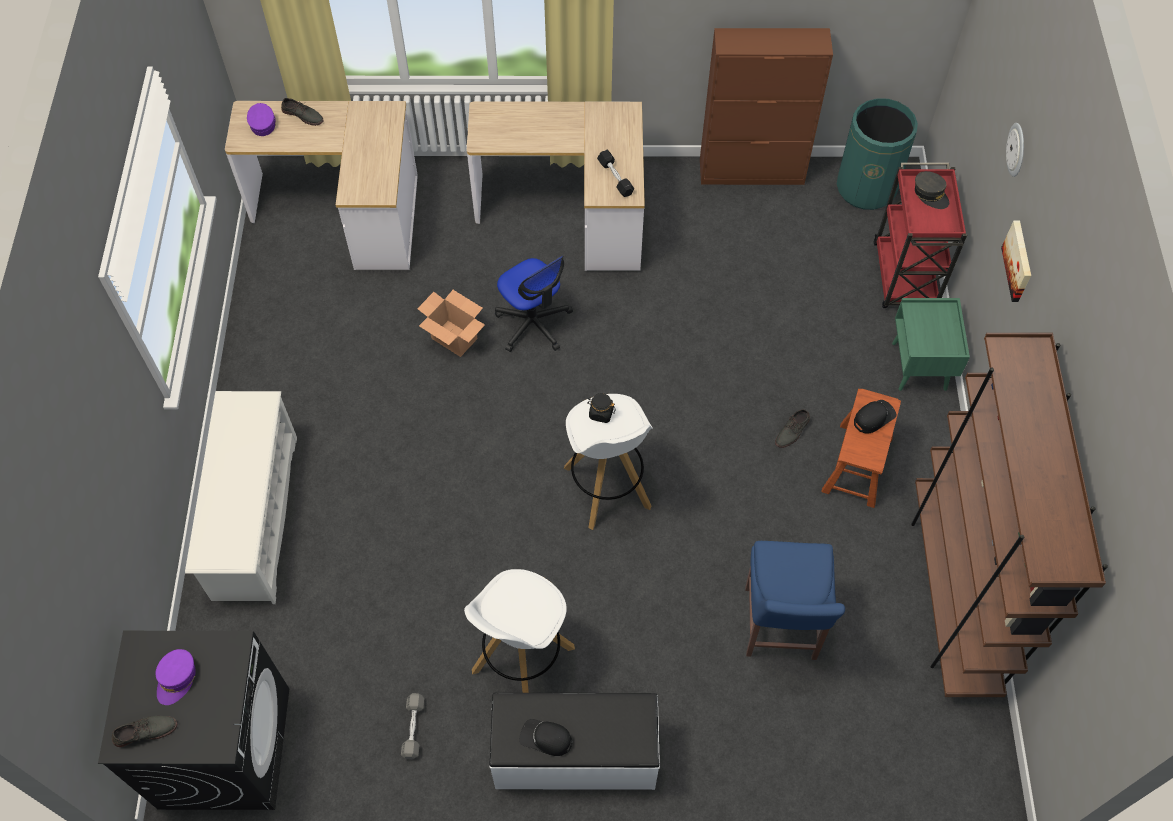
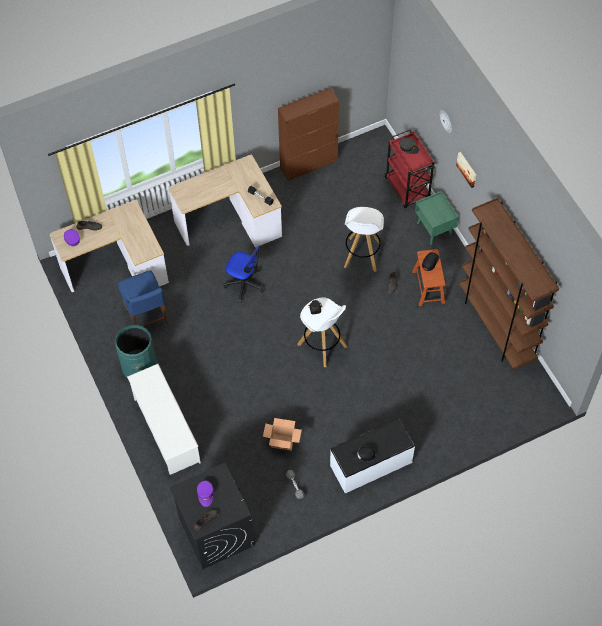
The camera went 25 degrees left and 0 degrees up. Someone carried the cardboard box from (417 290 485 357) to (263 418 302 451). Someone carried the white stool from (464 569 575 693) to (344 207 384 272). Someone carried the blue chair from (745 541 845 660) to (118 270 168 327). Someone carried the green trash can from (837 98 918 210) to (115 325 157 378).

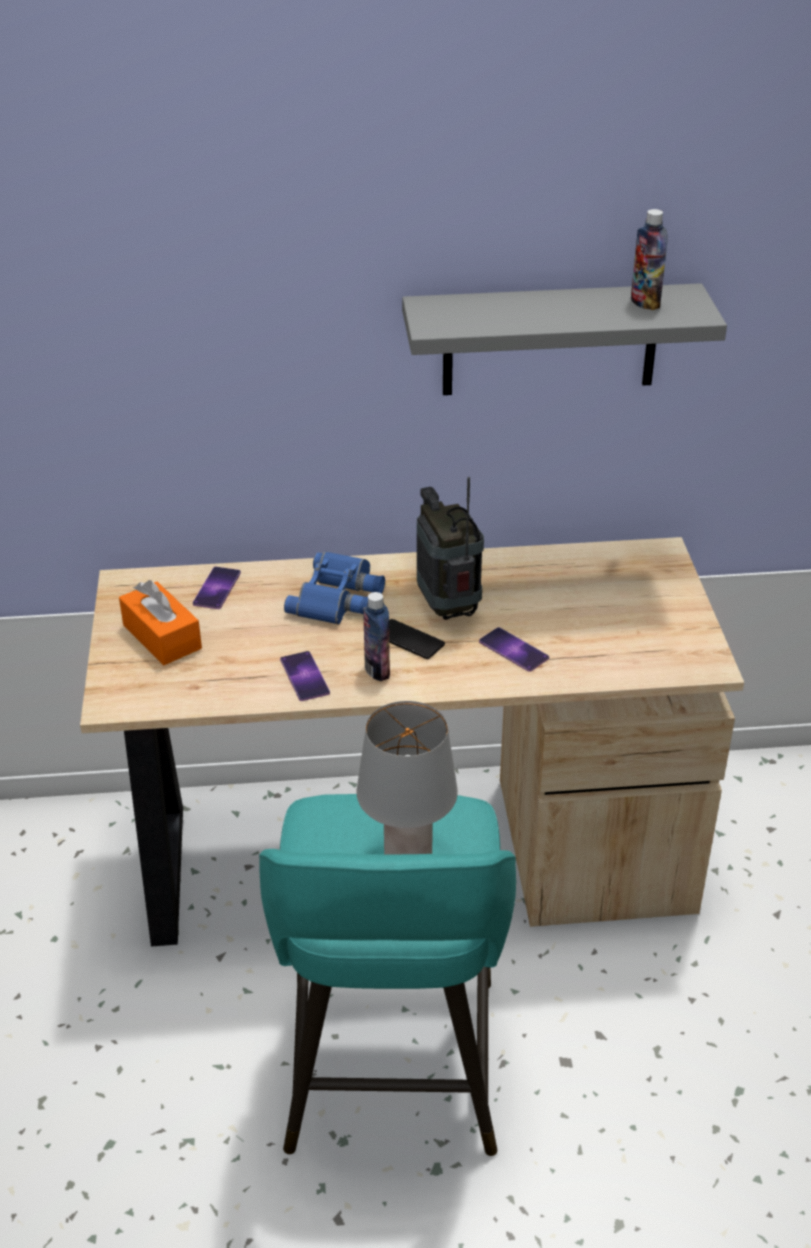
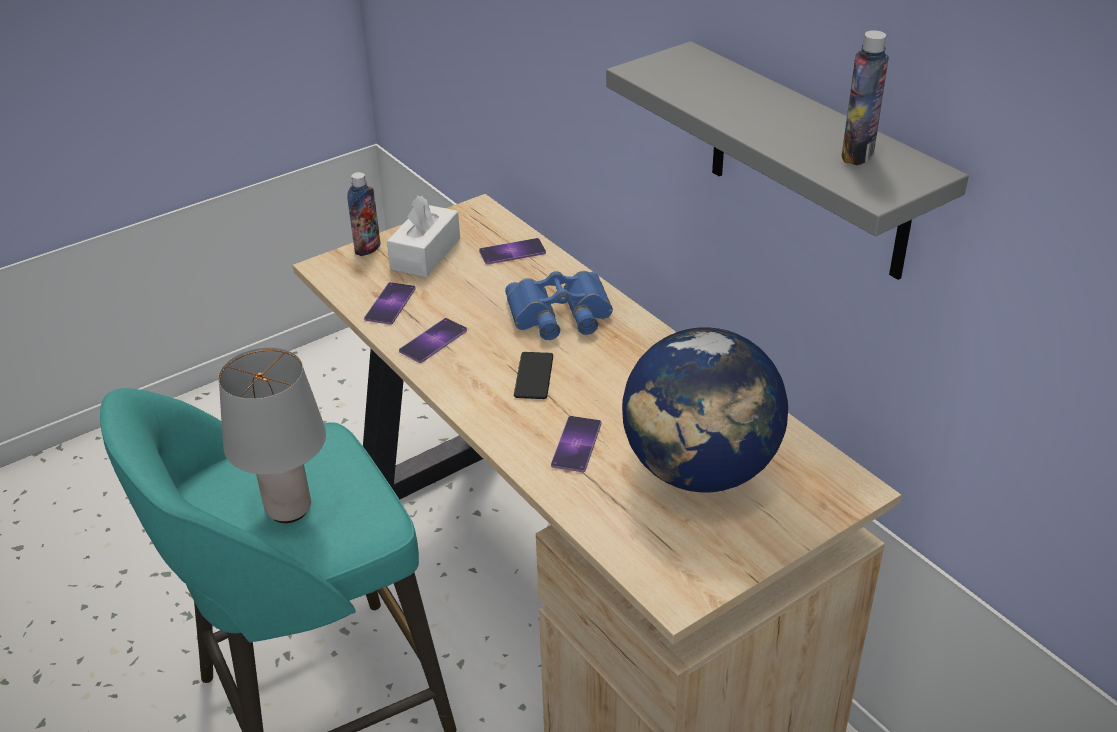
The camera went 60 degrees right and 0 degrees up. Someone repainted the orange tissue box at (119 580 202 665), which became the white tissue box at (387 195 460 277). Someone carried the bottle from (363 592 390 681) to (347 172 381 256). Someone took away the radio at (417 477 484 620). Someone put down the phone at (364 282 416 325). Someone put down the globe at (622 327 788 492).

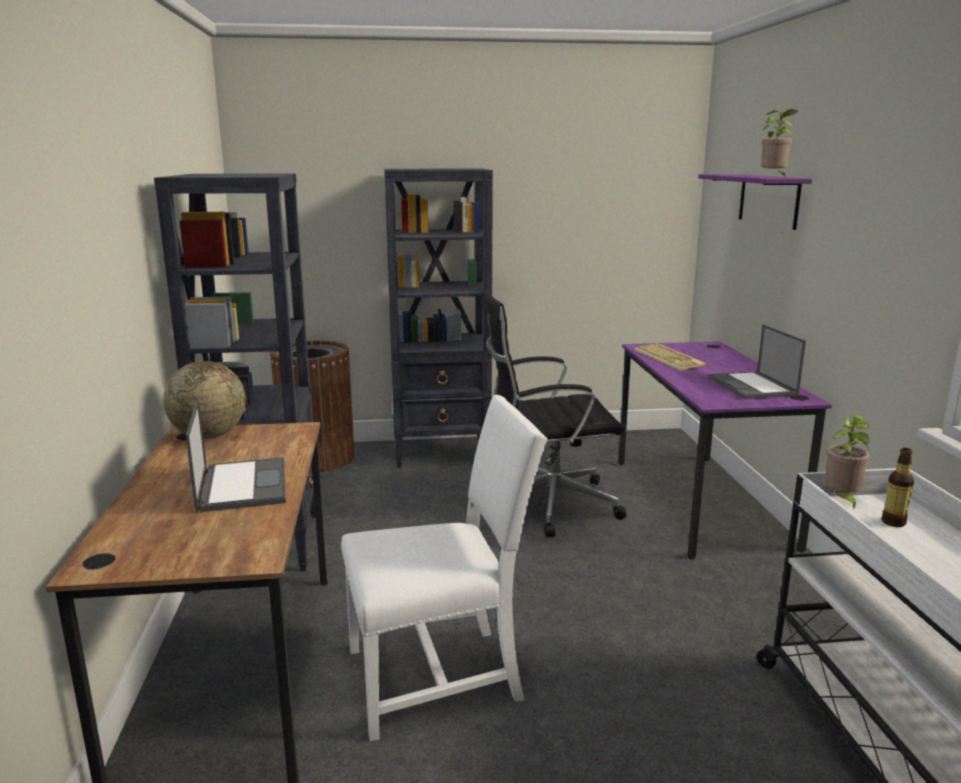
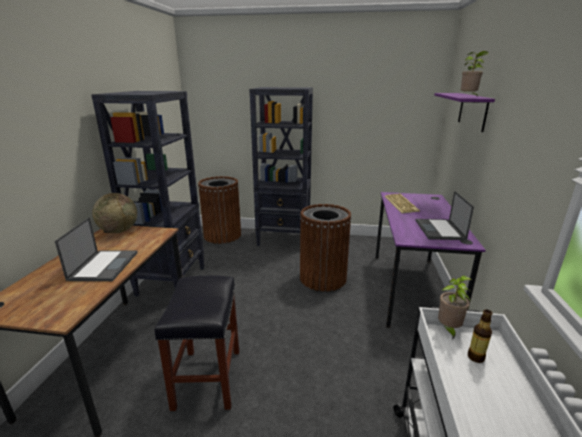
The camera went 15 degrees right and 5 degrees up. Someone swapped the white chair at (341 395 547 741) for the black stool at (155 276 239 411). Someone swapped the black office chair at (482 288 626 537) for the brown trash can at (300 204 351 292).

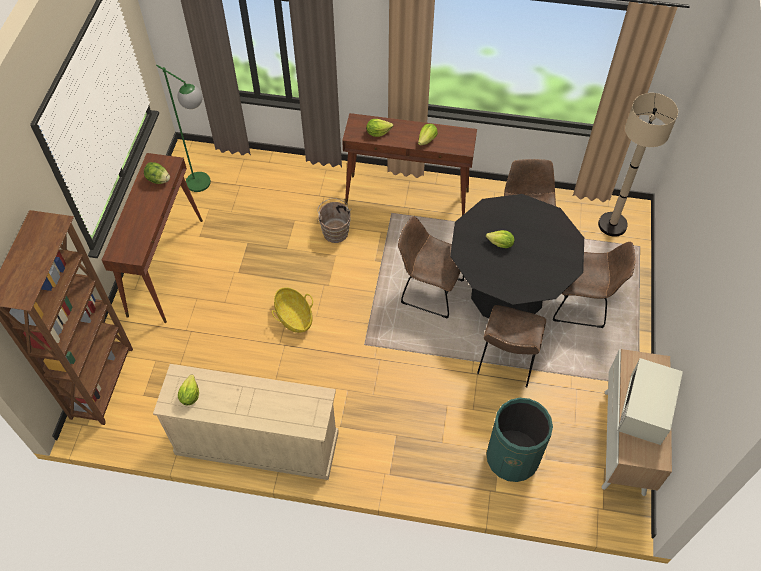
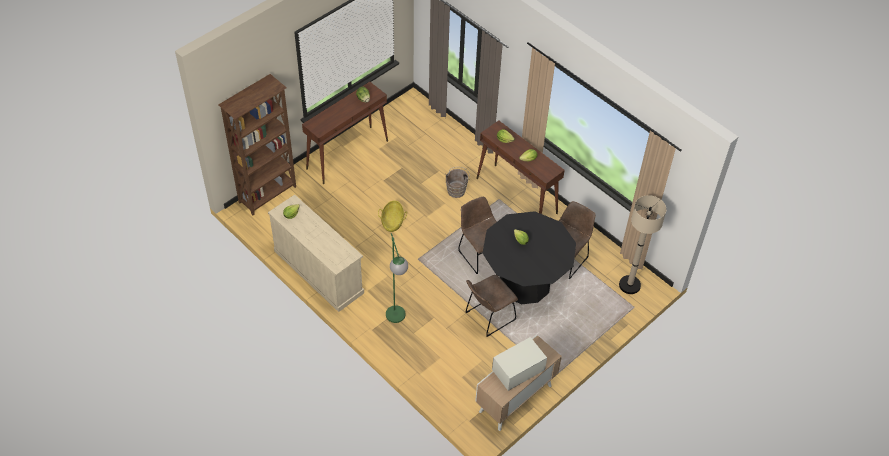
The camera went 35 degrees right and 5 degrees down. Someone carried the green floor lamp from (156 65 211 192) to (386 233 408 323). Someone took away the green trash can at (486 398 553 482). Someone took away the brown chair at (553 242 635 328).

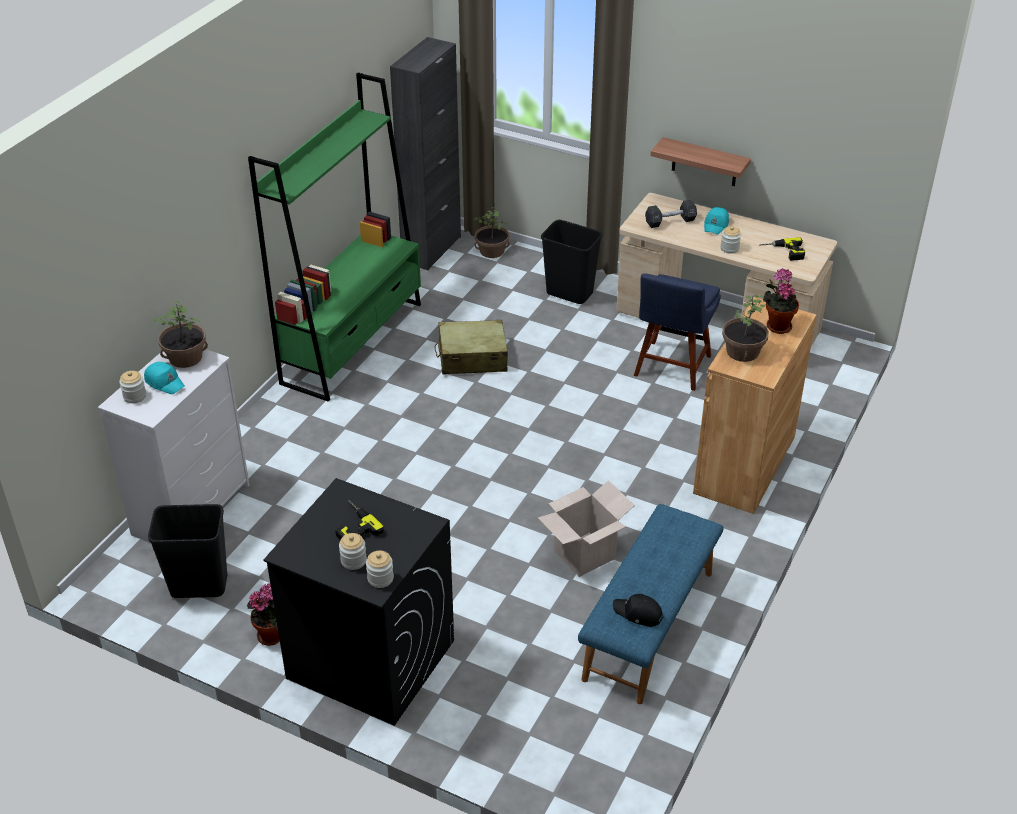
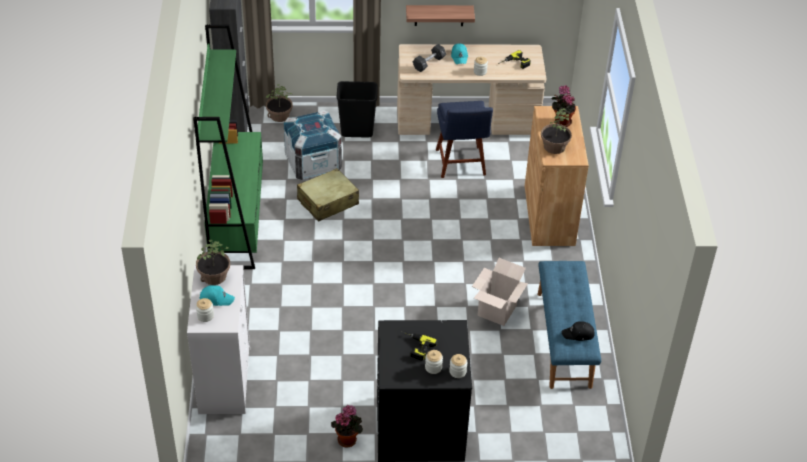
The camera went 30 degrees left and 5 degrees up. Someone took away the black trash can at (148 504 227 598). Someone put down the crate at (283 110 342 181).

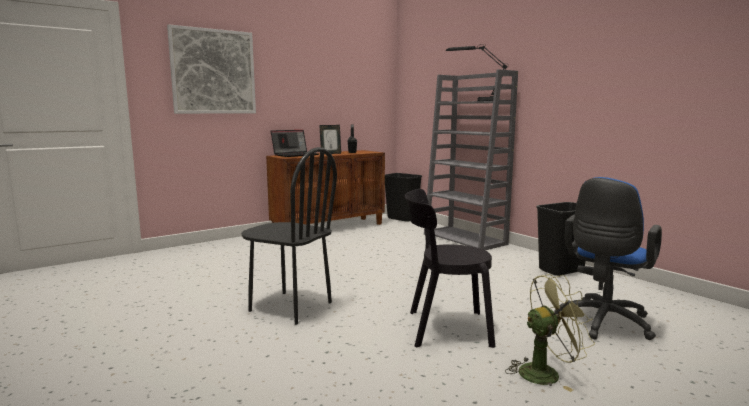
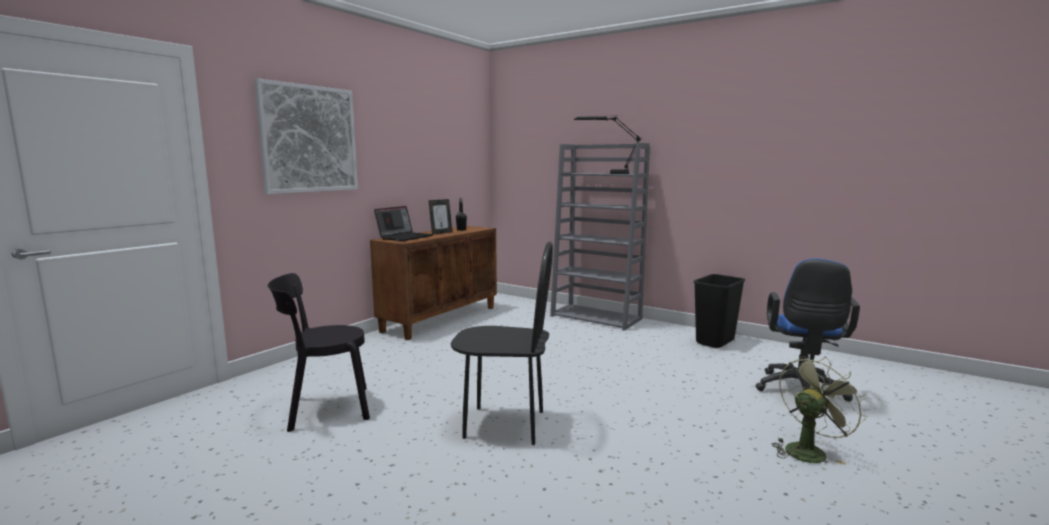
The camera went 20 degrees left and 0 degrees up. Someone took away the black trash can at (385 173 422 222). Someone carried the black chair from (405 189 495 348) to (268 273 370 432).

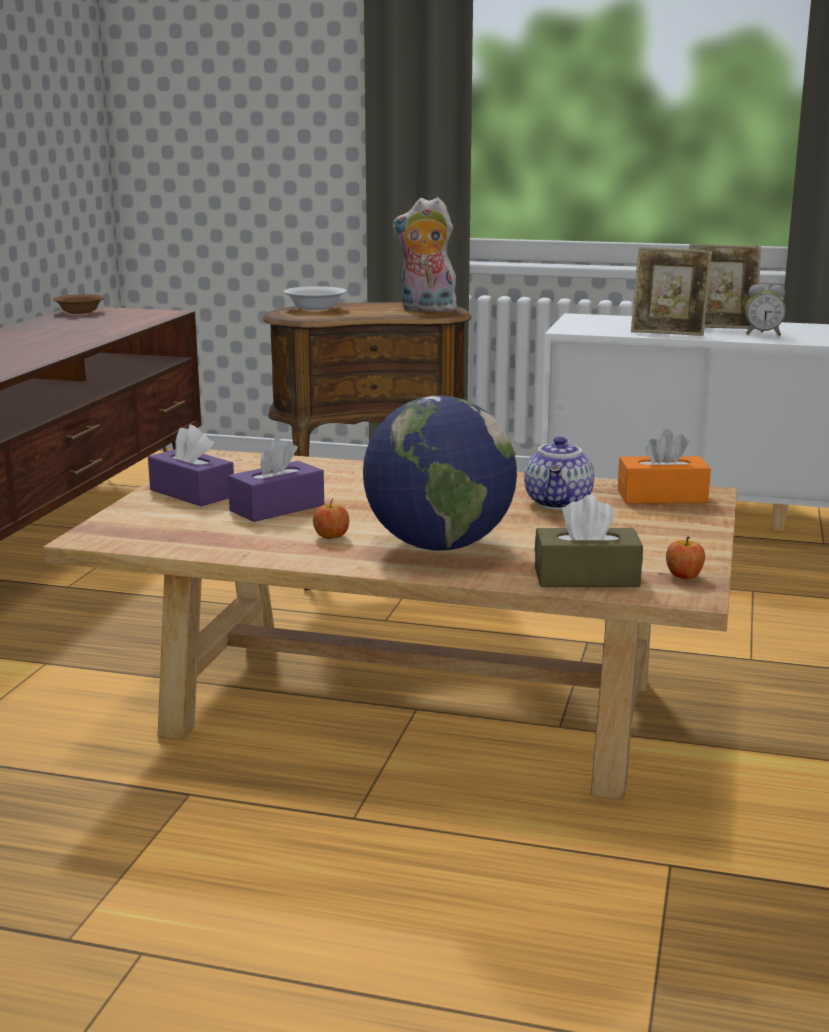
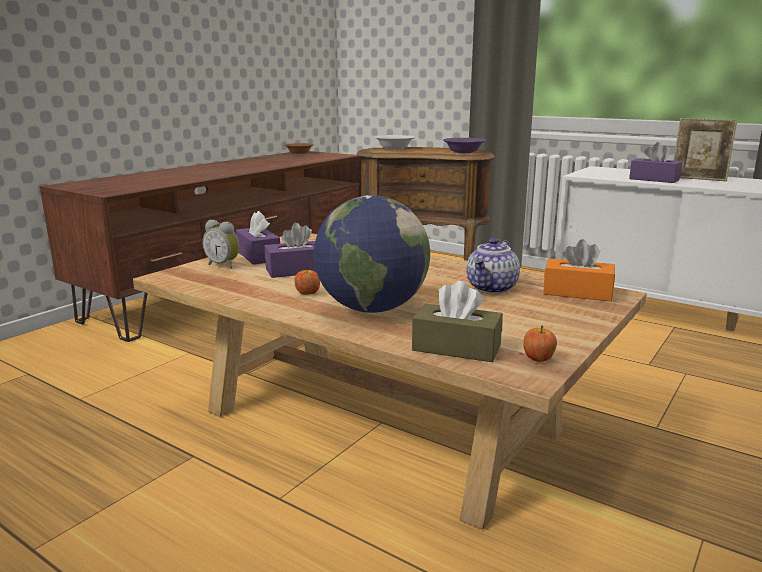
The camera went 20 degrees right and 0 degrees up. Someone swapped the plush toy at (392 197 457 313) for the purple bowl at (443 138 486 153). Someone swapped the picture frame at (631 247 712 336) for the purple tissue box at (629 142 682 183). Someone carried the alarm clock from (745 285 786 336) to (202 220 239 269).

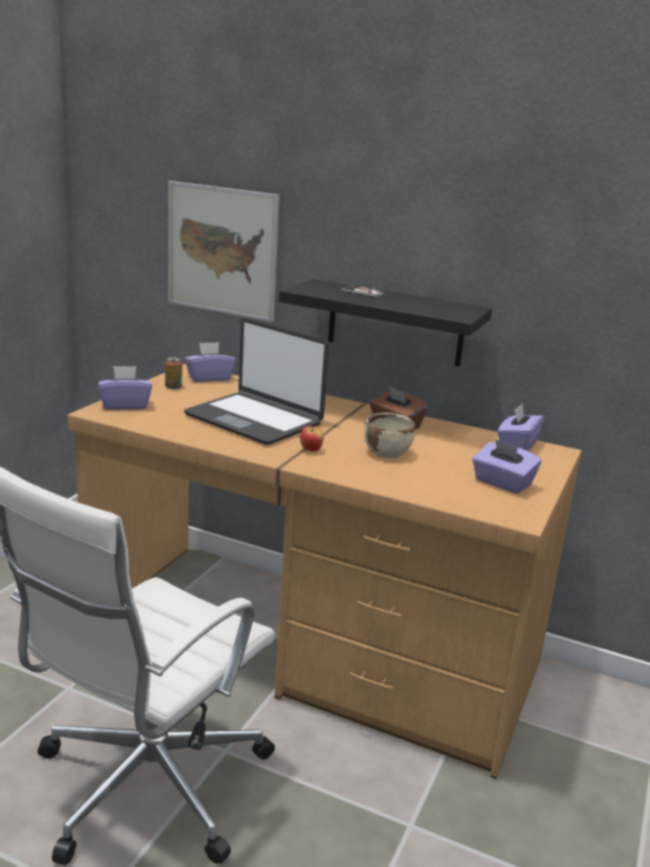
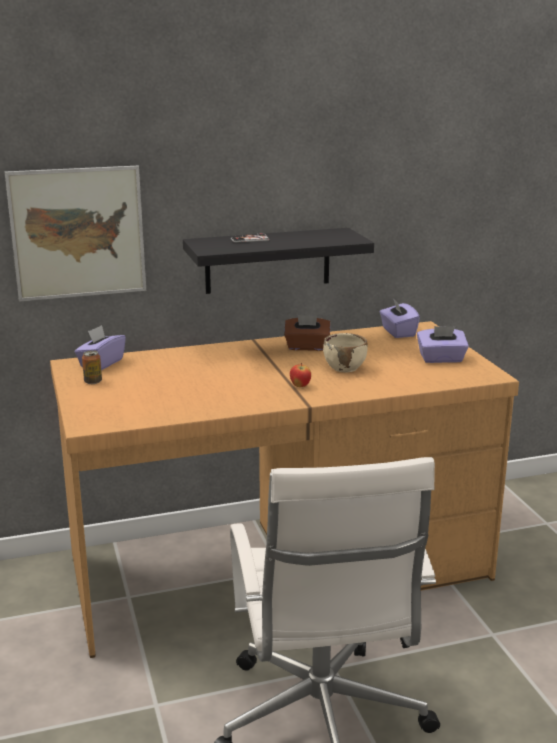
The camera went 40 degrees left and 0 degrees up. Someone took away the purple tissue box at (98 366 152 410). Someone took away the laptop at (184 318 329 445).

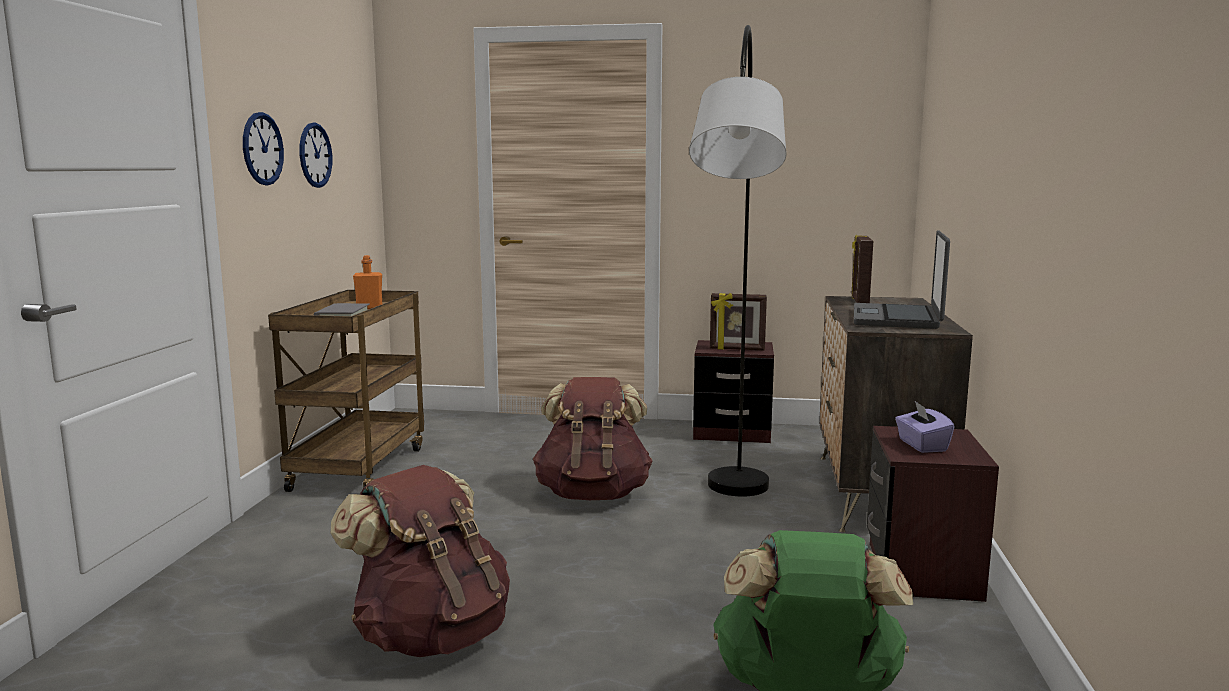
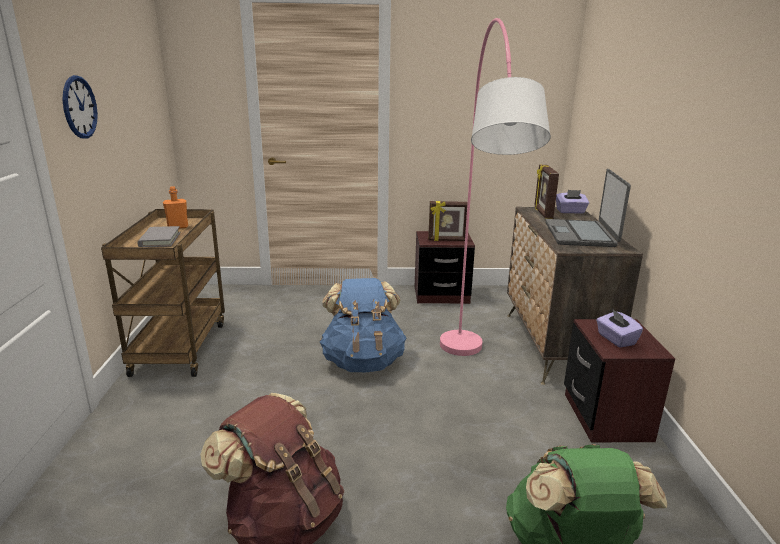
The camera went 10 degrees left and 10 degrees up. Someone took away the wall clock at (299 123 332 188). Someone repainted the brown backpack at (533 377 653 500), which became the blue backpack at (320 278 407 372). Someone repainted the grey floor lamp at (689 25 787 497), which became the pink floor lamp at (440 18 551 356). Someone put down the purple tissue box at (556 190 589 214).

